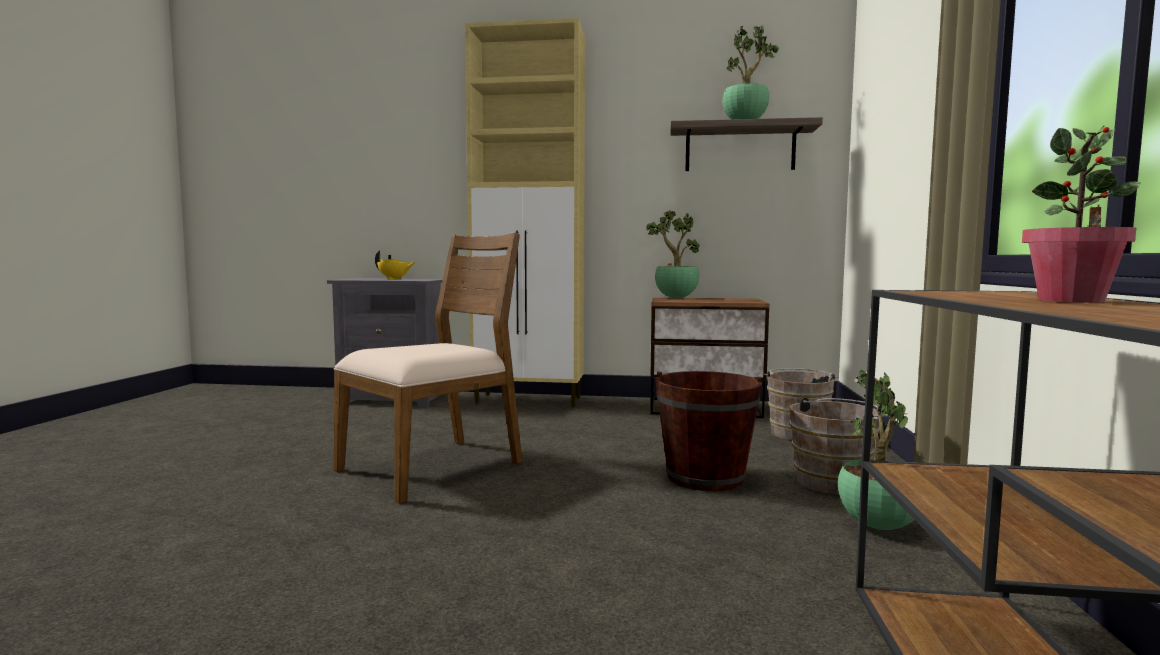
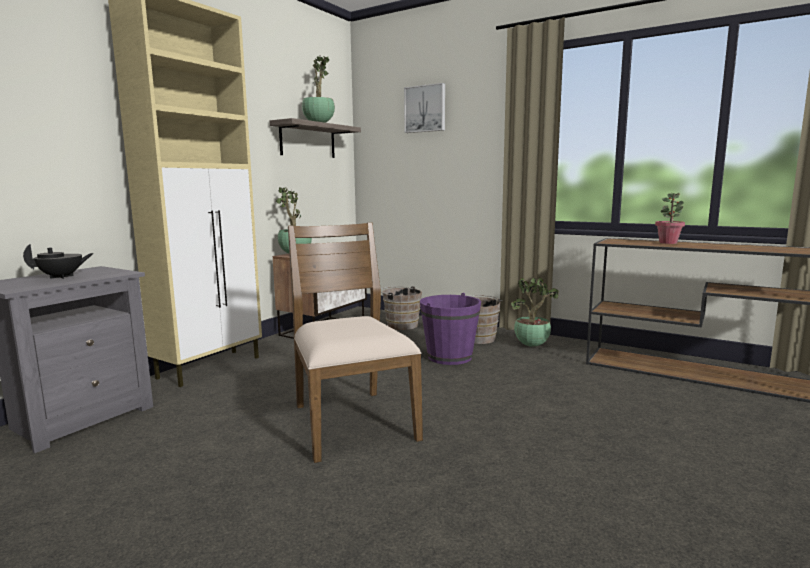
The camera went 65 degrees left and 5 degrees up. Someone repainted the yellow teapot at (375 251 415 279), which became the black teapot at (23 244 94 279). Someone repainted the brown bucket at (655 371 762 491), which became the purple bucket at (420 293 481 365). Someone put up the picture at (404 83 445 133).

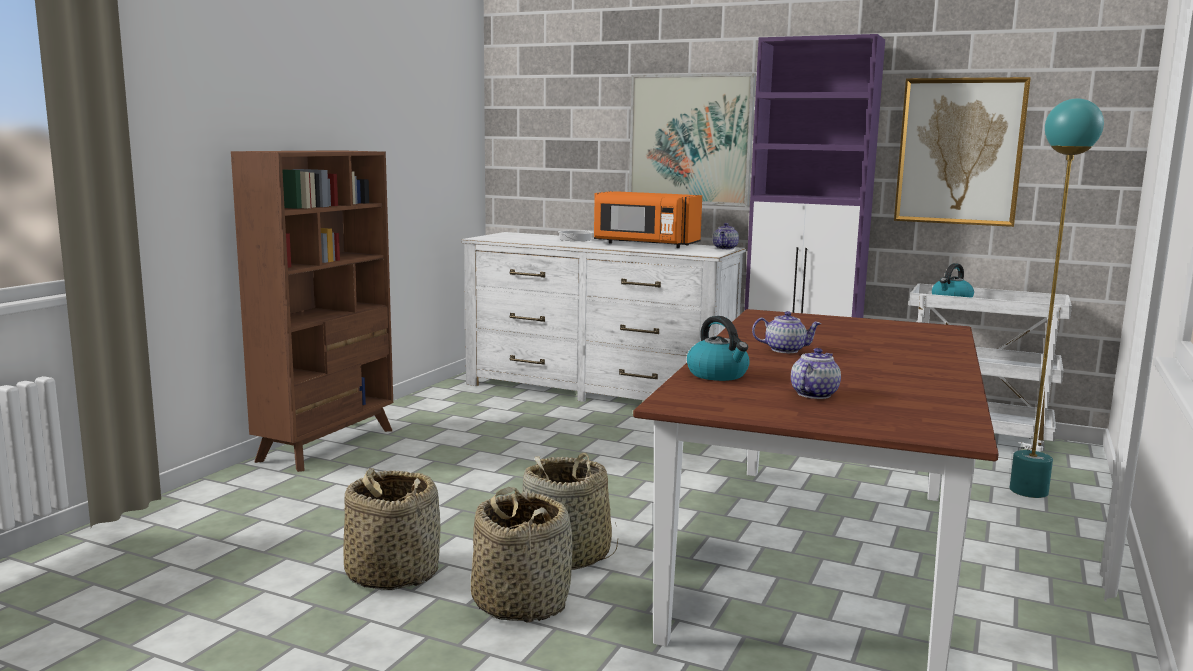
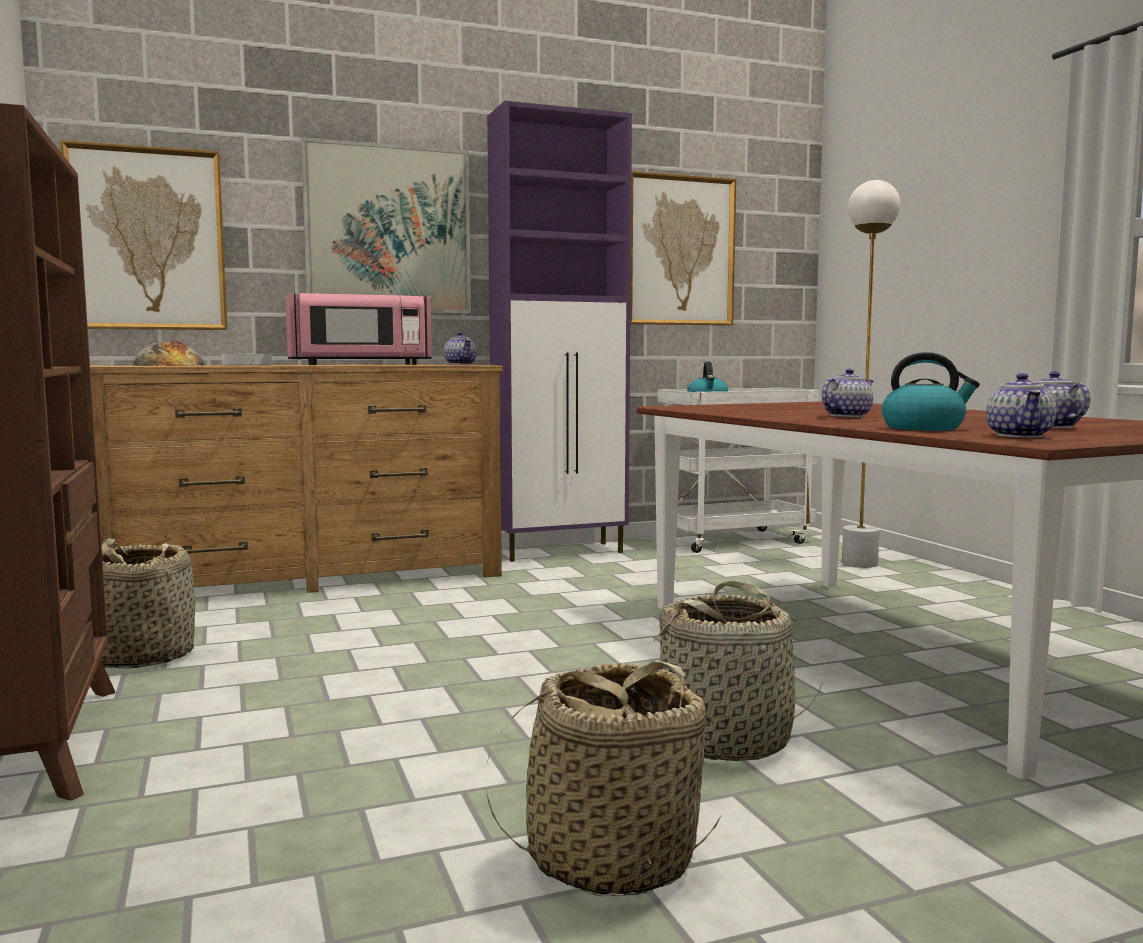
The camera went 45 degrees left and 5 degrees down. Someone repainted the white dresser at (461 232 746 402), which became the brown dresser at (90 364 503 593). Someone carried the basket from (471 487 573 623) to (101 538 195 668). Someone repainted the orange microwave at (594 191 702 248), which became the pink microwave at (286 293 432 365). Someone repainted the turquoise floor lamp at (1010 98 1104 498), which became the white floor lamp at (842 180 900 568). Someone put up the picture at (60 140 228 330). Someone put down the bread at (133 341 205 366). Someone put down the teapot at (986 373 1057 437).

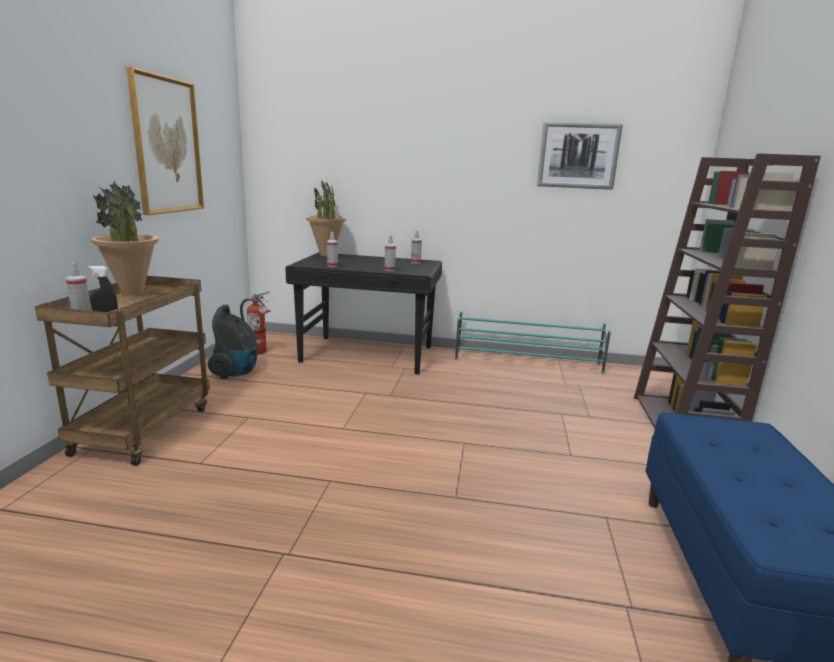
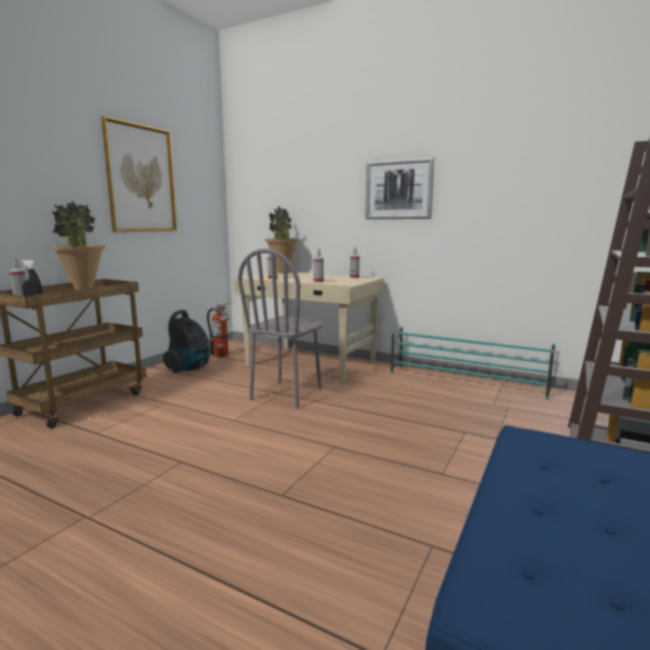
The camera went 20 degrees right and 5 degrees down. Someone repainted the black desk at (285 253 442 374), which became the beige desk at (234 272 384 383). Someone carried the picture from (537 122 623 190) to (365 157 434 219). Someone put down the grey chair at (238 249 323 409).

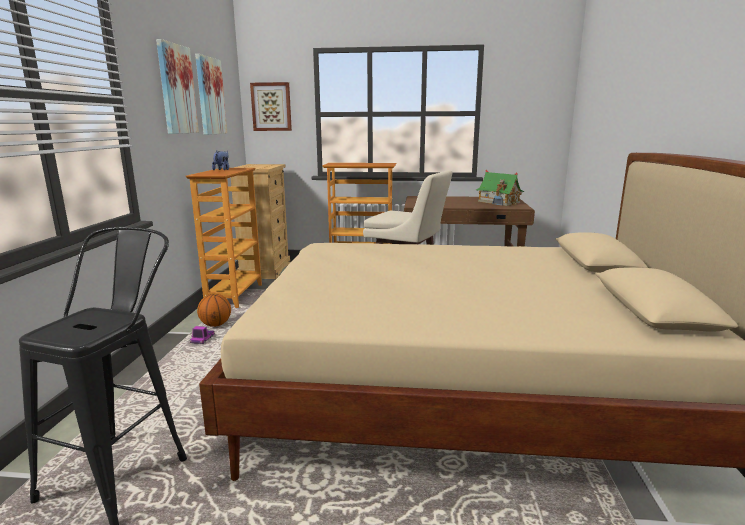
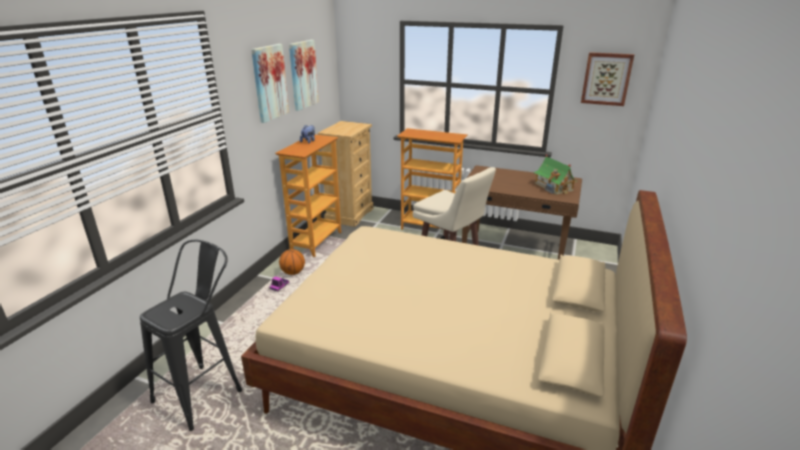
The camera went 15 degrees right and 10 degrees up. Someone carried the picture from (250 82 292 131) to (581 52 634 106).

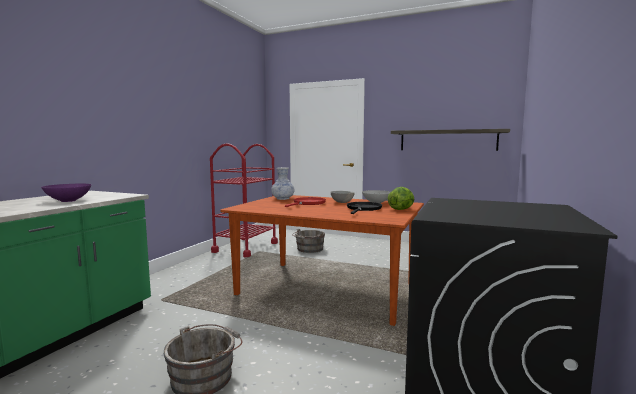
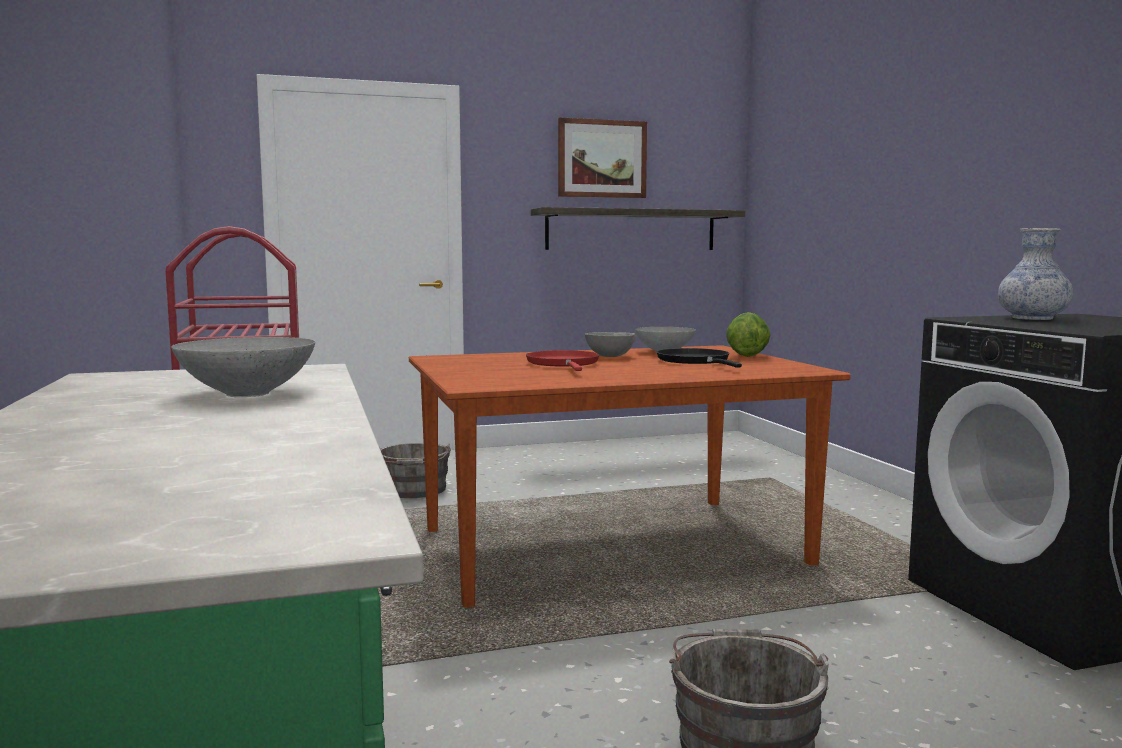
The camera went 40 degrees left and 0 degrees up. Someone repainted the purple bowl at (41 184 91 202), which became the grey bowl at (171 337 315 397). Someone carried the vase from (271 167 294 200) to (998 228 1073 320). Someone put up the picture at (558 118 647 198).

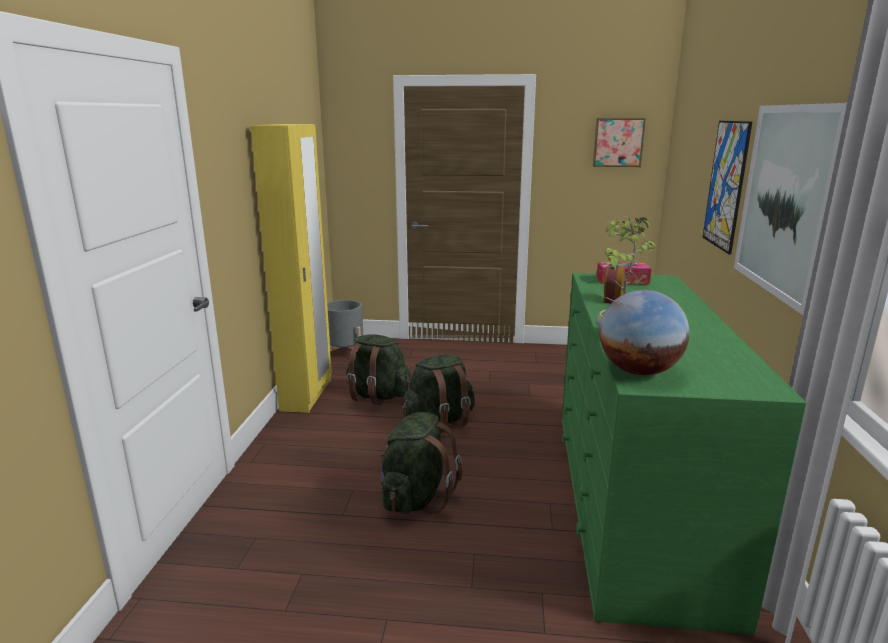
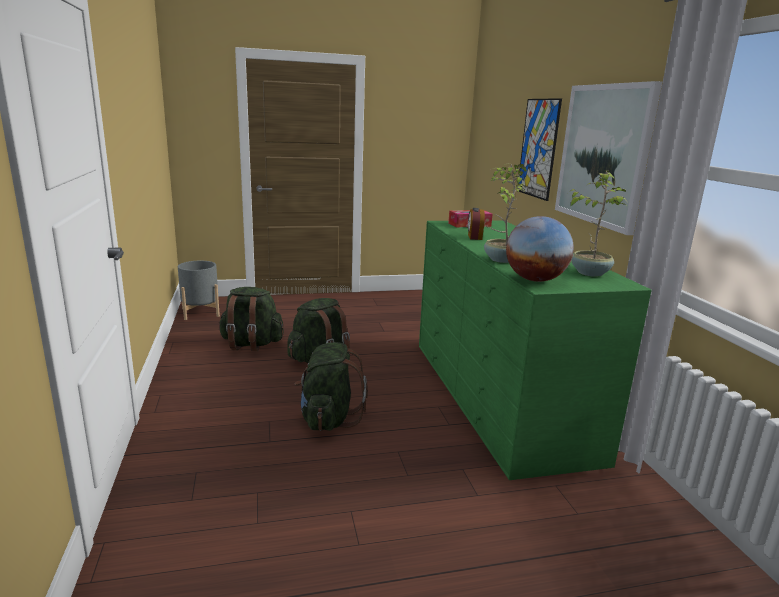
The camera went 20 degrees left and 0 degrees up. Someone took away the yellow wardrobe at (250 124 332 413). Someone took away the picture at (593 118 646 167). Someone put down the potted plant at (569 170 627 277).

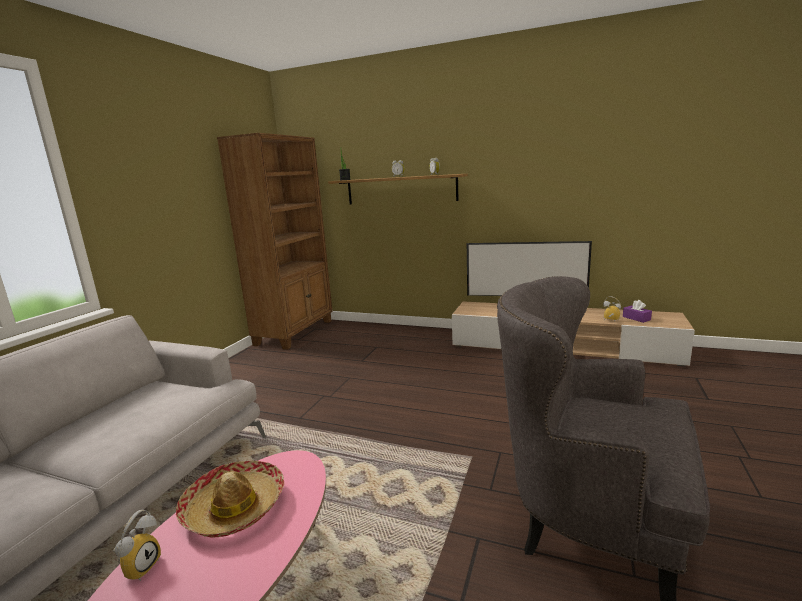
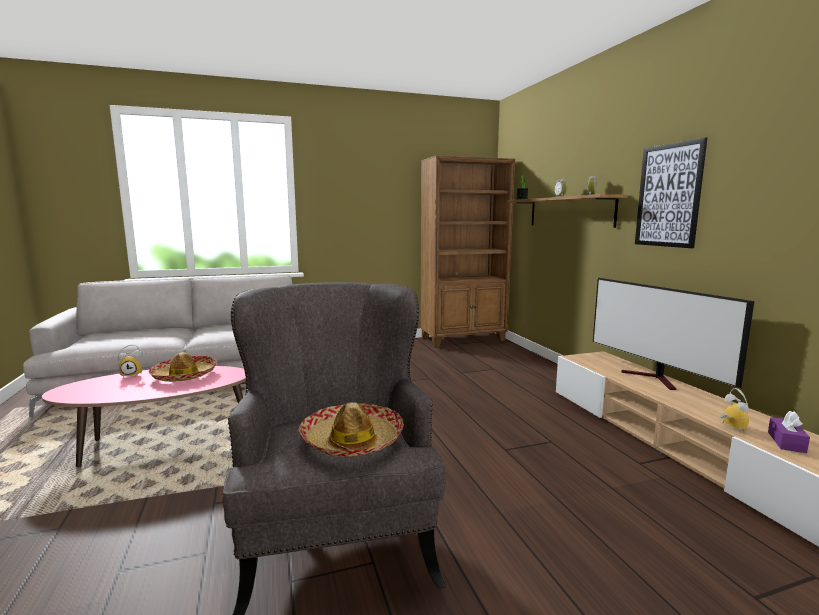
The camera went 50 degrees right and 5 degrees down. Someone put down the hat at (299 402 404 457). Someone put up the picture at (635 137 707 248).

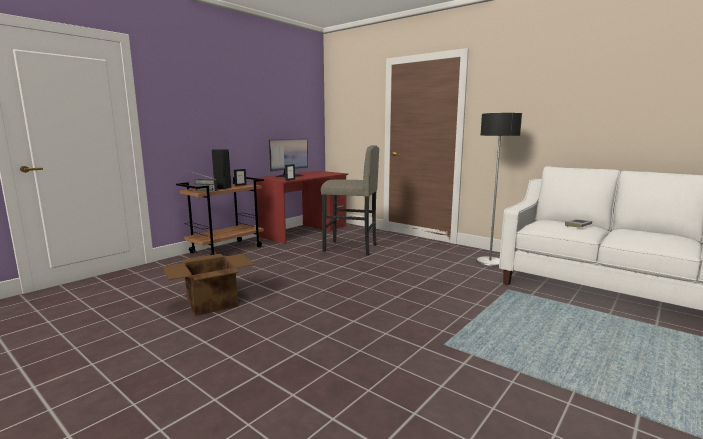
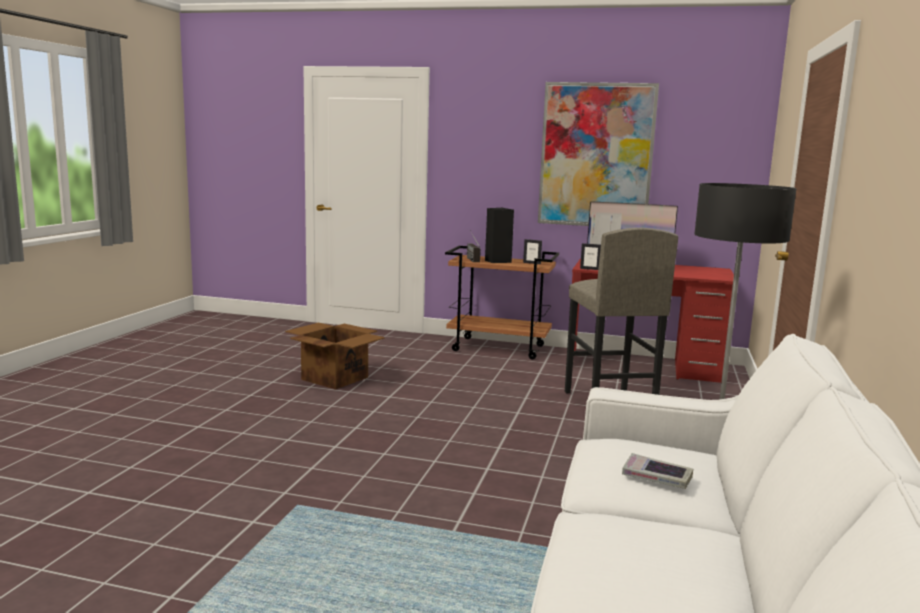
The camera went 65 degrees right and 0 degrees up. Someone put up the picture at (538 82 659 226).

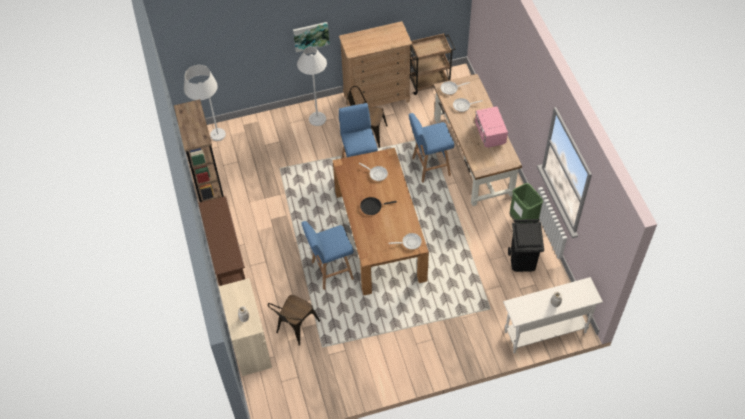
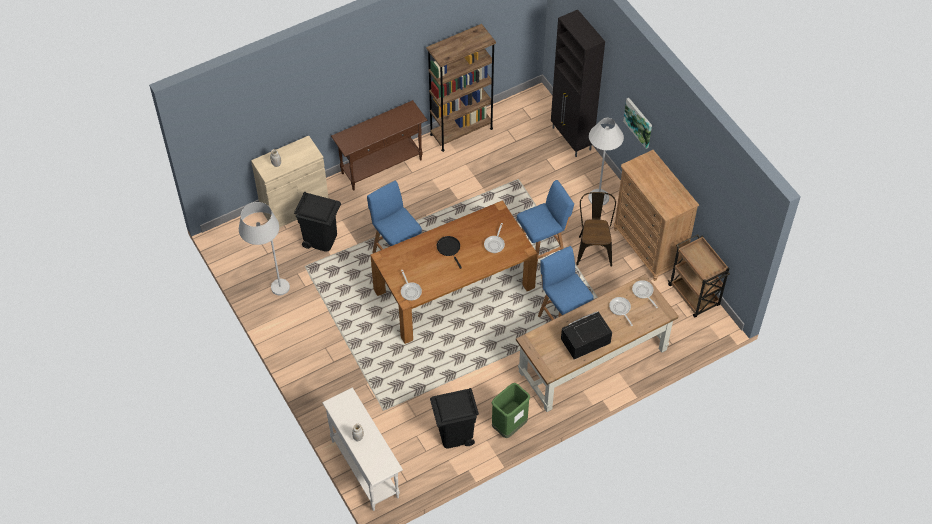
The camera went 75 degrees right and 0 degrees up. Someone carried the white floor lamp from (184 65 226 141) to (239 202 290 295). Someone swapped the brown chair at (268 295 320 346) for the black trash can at (294 192 341 252). Someone repainted the pink microwave at (475 106 508 148), which became the black microwave at (561 312 612 360). Someone put down the black cabinet at (551 9 605 157).

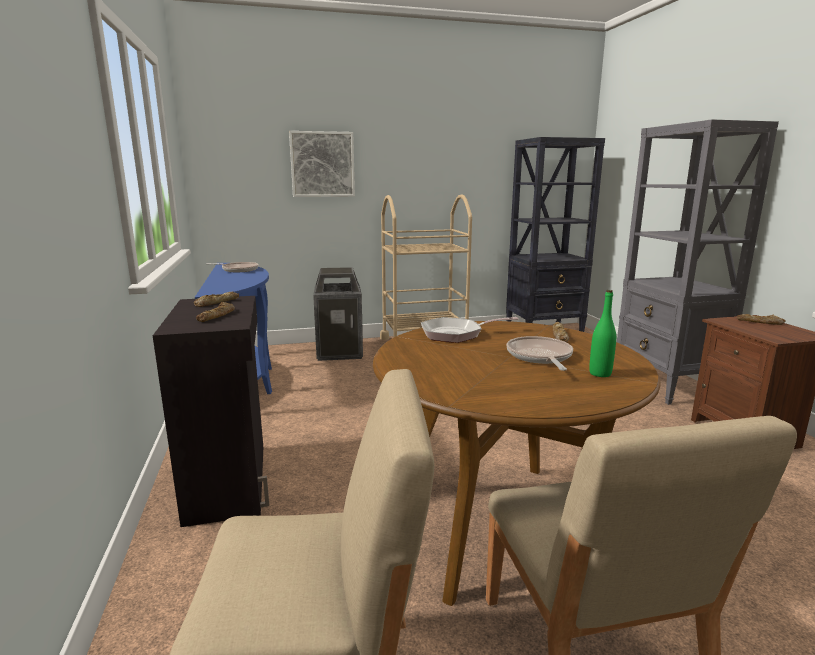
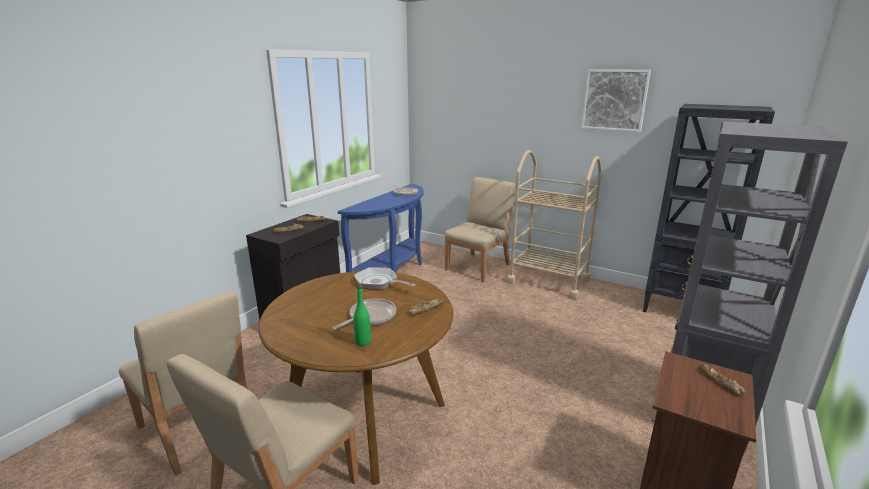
The camera went 45 degrees right and 5 degrees up. Someone carried the picture from (289 131 355 197) to (581 69 651 132). Someone swapped the trash can at (313 267 363 361) for the beige chair at (445 177 516 282).

